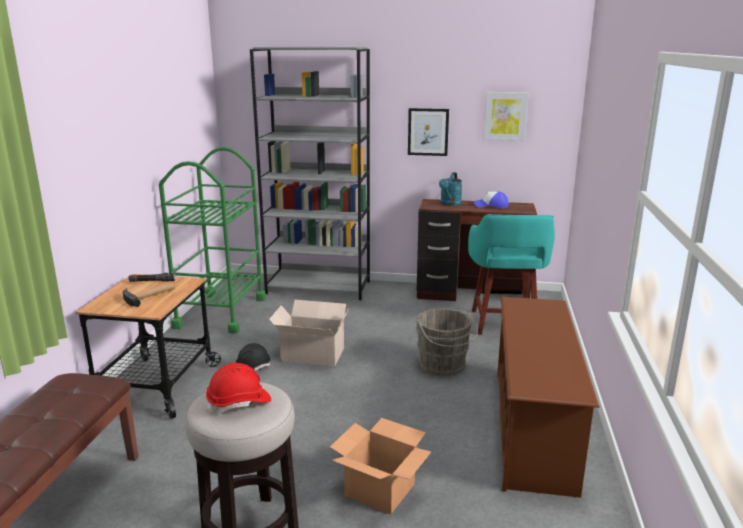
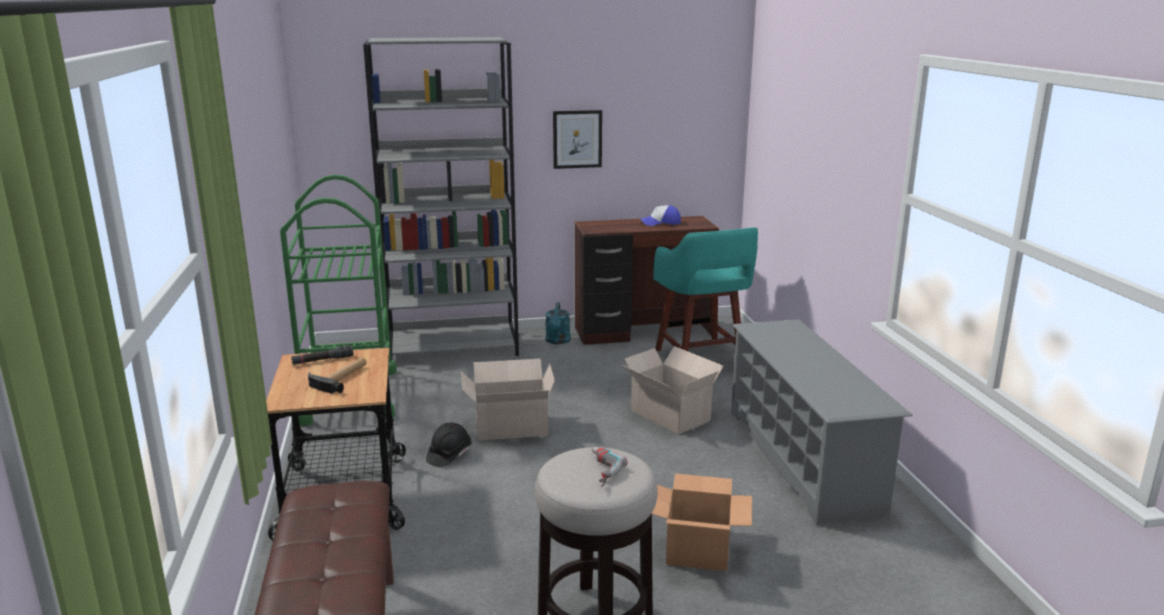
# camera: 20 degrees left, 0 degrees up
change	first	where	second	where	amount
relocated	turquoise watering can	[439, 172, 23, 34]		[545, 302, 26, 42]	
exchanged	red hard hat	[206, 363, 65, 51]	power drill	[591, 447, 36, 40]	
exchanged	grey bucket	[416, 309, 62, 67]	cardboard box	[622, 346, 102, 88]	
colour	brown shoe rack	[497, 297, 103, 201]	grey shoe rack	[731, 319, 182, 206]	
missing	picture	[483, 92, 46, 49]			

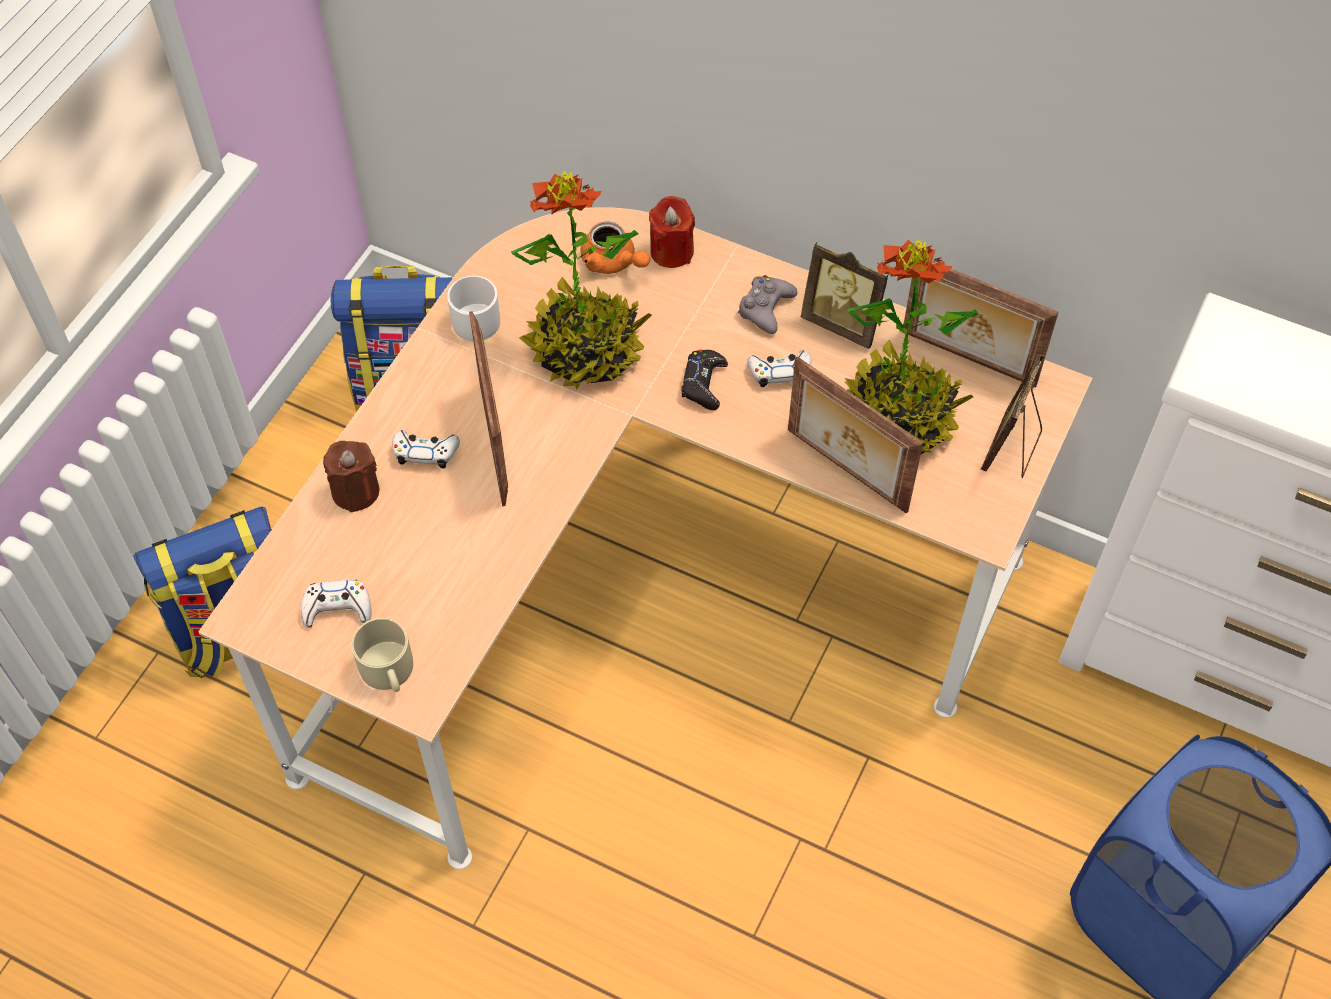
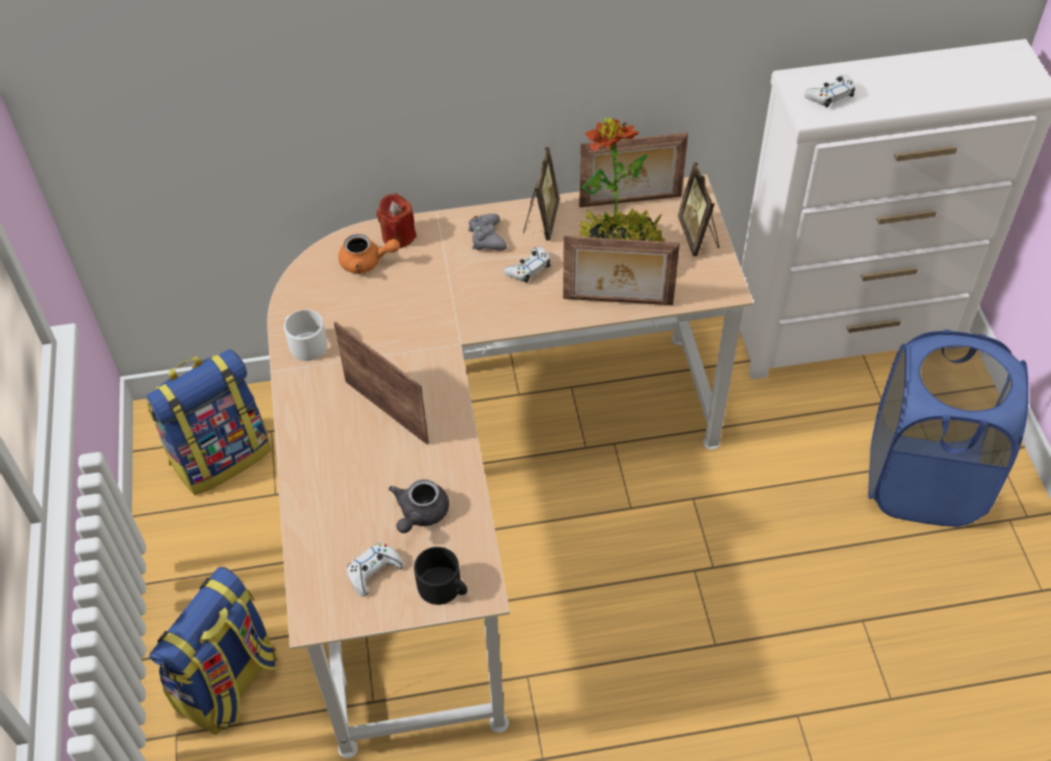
# camera: 35 degrees left, 5 degrees down
change	first	where	second	where	amount
appeared			grey teapot	[389, 479, 60, 54]	
colour	beige mug	[351, 618, 62, 74]	black mug	[414, 547, 54, 58]	
spun	picture frame	[800, 242, 89, 107]		[523, 147, 37, 93]	75 degrees counterclockwise
relocated	white game controller	[392, 430, 68, 39]		[804, 75, 51, 33]	
missing	brown candle	[323, 441, 56, 71]			
missing	potted plant	[511, 171, 141, 220]			
missing	black game controller	[681, 349, 47, 61]			

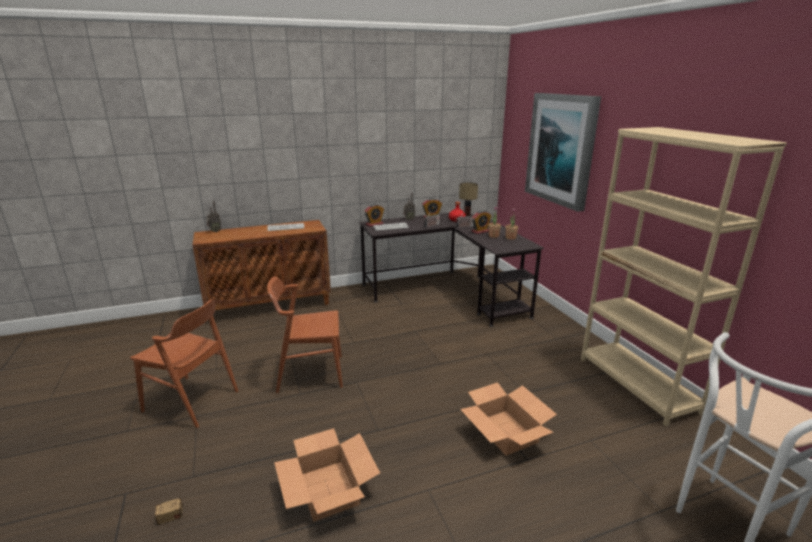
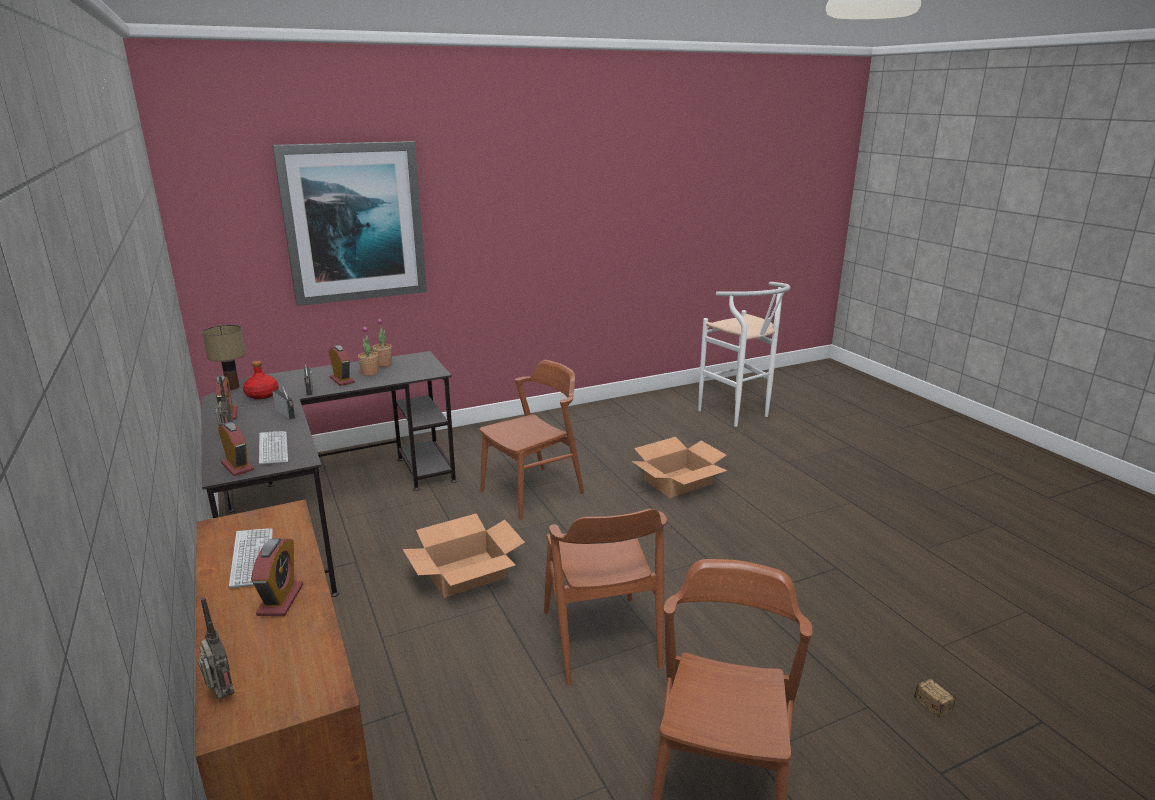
# camera: 95 degrees left, 0 degrees up
change	first	where	second	where	amount
appeared			alarm clock	[251, 538, 52, 78]	
relocated	cardboard box	[274, 428, 106, 94]		[403, 513, 122, 85]	
appeared			brown chair	[479, 360, 105, 160]	
missing	beige bookcase	[581, 127, 206, 299]			

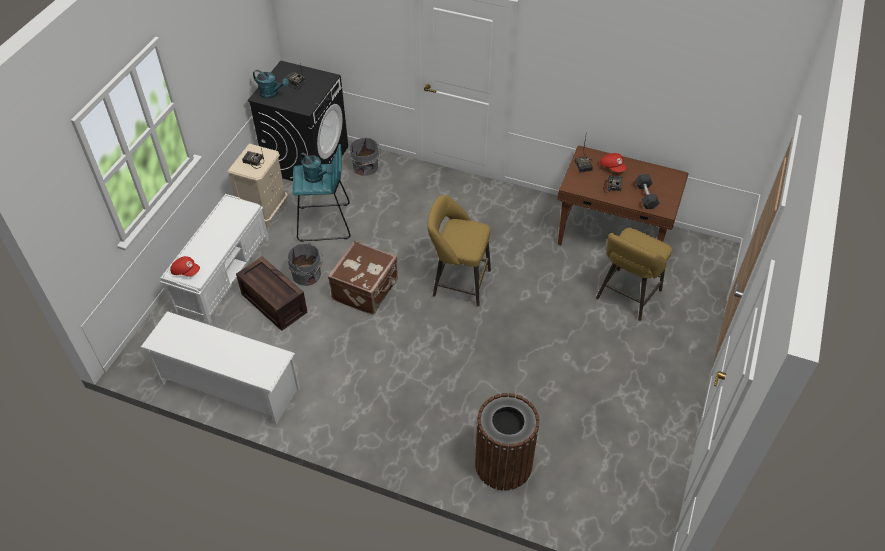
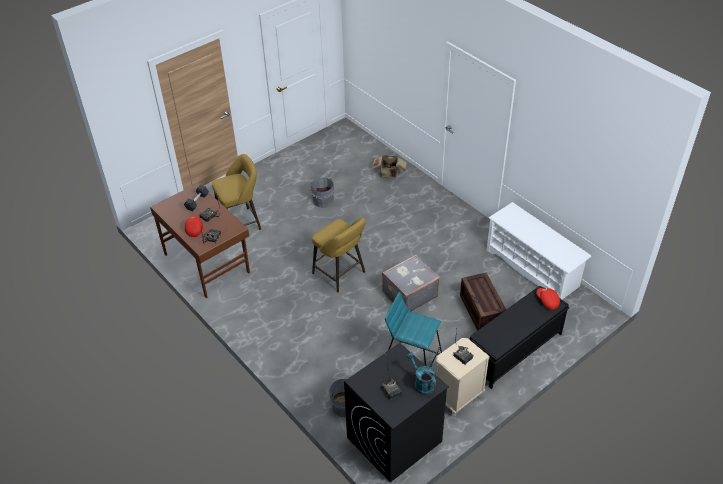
# camera: 150 degrees left, 5 degrees down
change	first	where	second	where	amount
relocated	grey bucket	[288, 243, 35, 43]		[309, 177, 26, 31]	
exchanged	brown trash can	[475, 393, 65, 98]	cardboard box	[372, 155, 35, 23]	
colour	brown suitcase	[328, 241, 70, 74]	grey suitcase	[382, 254, 58, 57]	
colour	white bench	[160, 194, 109, 131]	black bench	[469, 286, 100, 103]	
missing	turquoise watering can	[299, 153, 35, 30]			

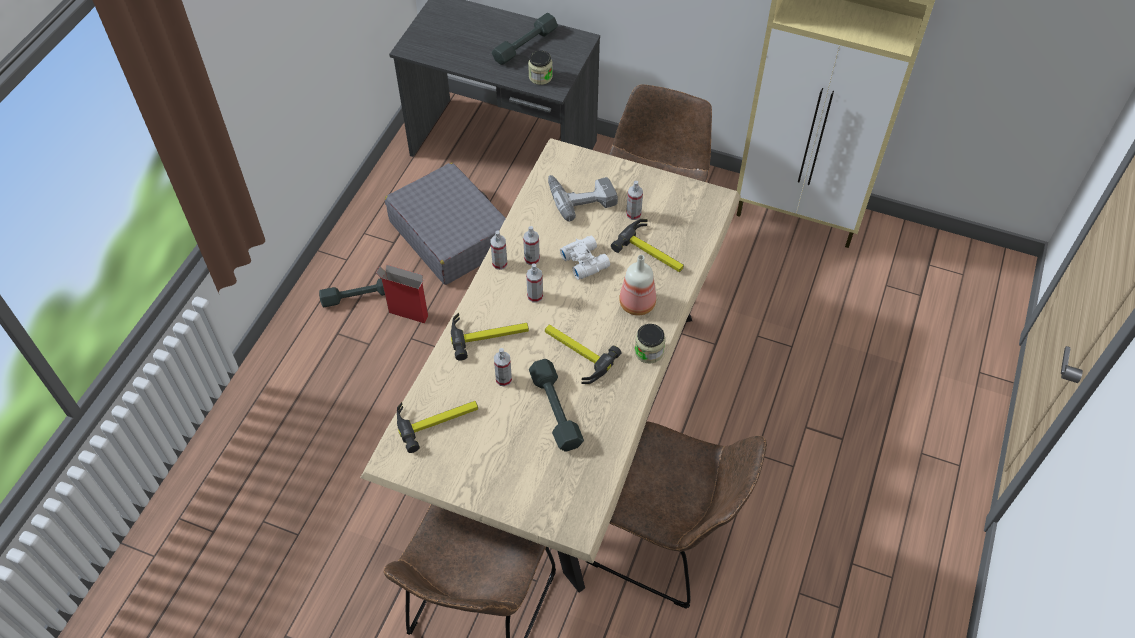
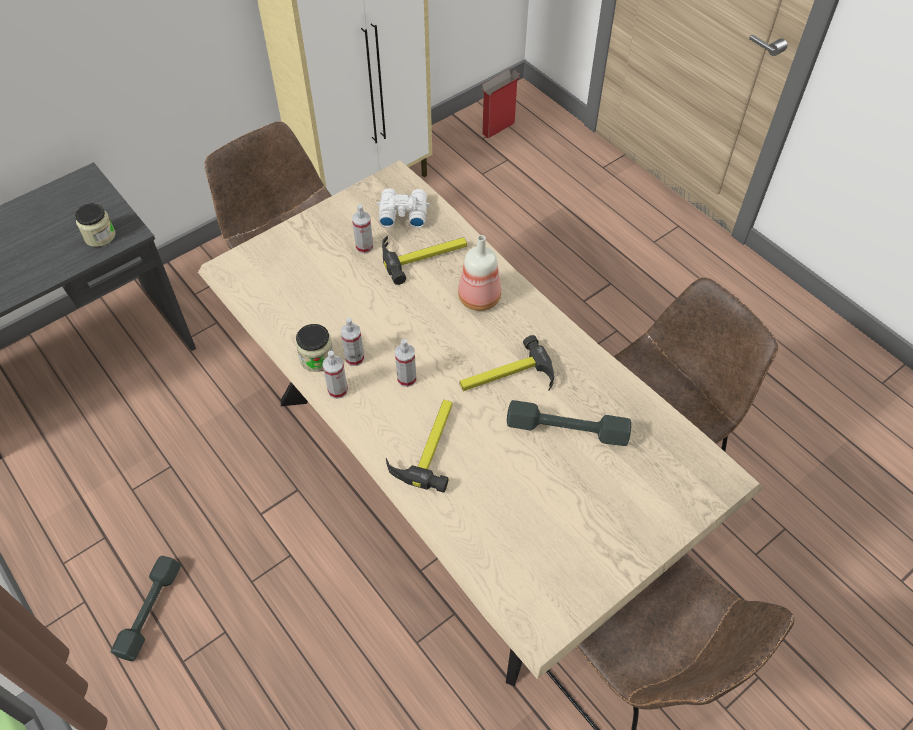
# camera: 60 degrees left, 0 degrees up
change	first	where	second	where	amount
relocated	jar	[635, 324, 30, 39]		[296, 324, 38, 48]	
relocated	white binoculars	[560, 236, 50, 44]		[377, 188, 52, 40]	
relocated	cardboard box	[376, 265, 52, 58]		[480, 70, 40, 69]	
missing	grey suitcase	[385, 162, 121, 123]			
missing	hammer	[397, 401, 81, 52]			
missing	grey dumbbell	[492, 13, 66, 52]			
missing	spray bottle	[494, 348, 18, 39]			
missing	power drill	[548, 175, 70, 47]			

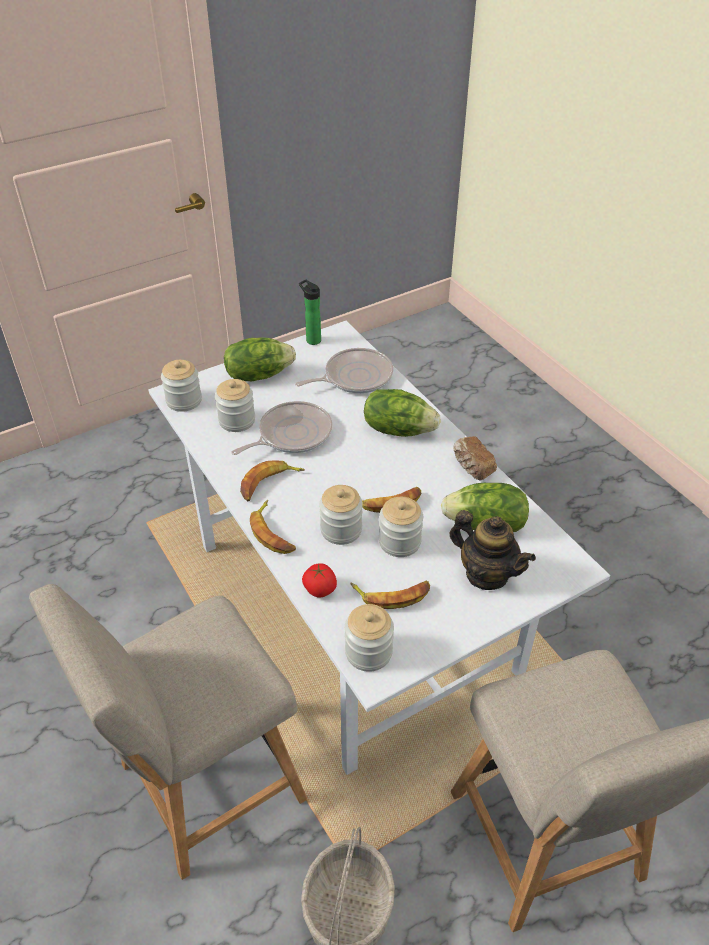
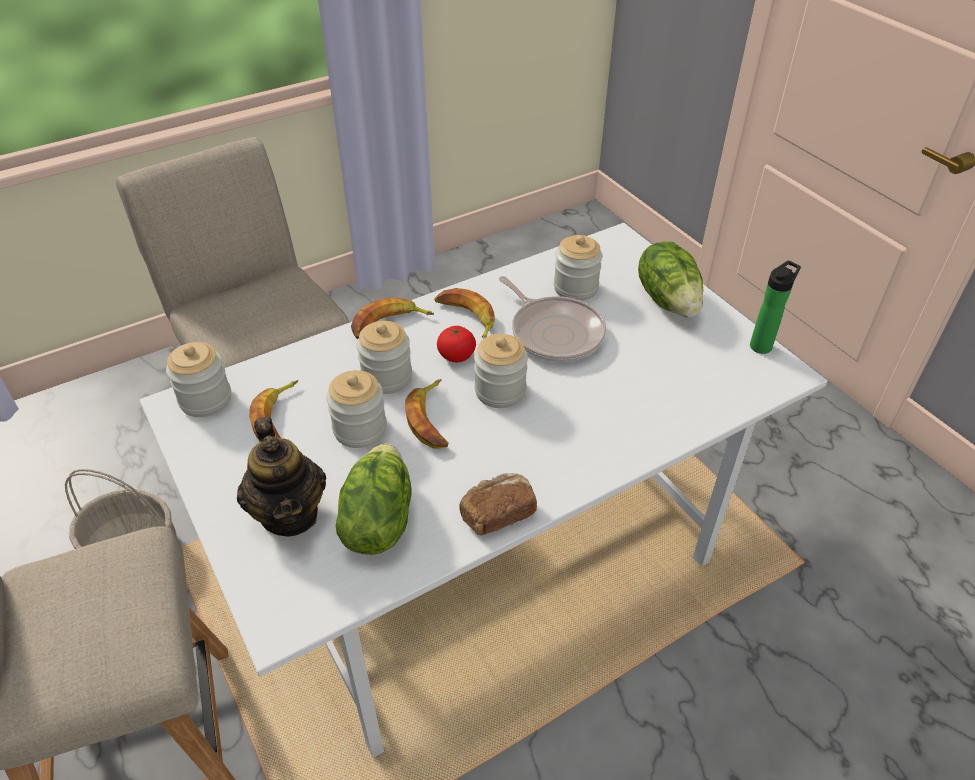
# camera: 90 degrees right, 0 degrees up
change	first	where	second	where	amount
spun	teapot	[449, 510, 87, 80]		[237, 417, 89, 120]	60 degrees counterclockwise
relocated	tomato	[302, 563, 35, 35]		[437, 325, 39, 37]	
relocated	jar	[161, 360, 41, 52]		[474, 334, 54, 74]	
missing	frying pan	[295, 348, 98, 45]			
missing	lettuce	[364, 389, 76, 48]			

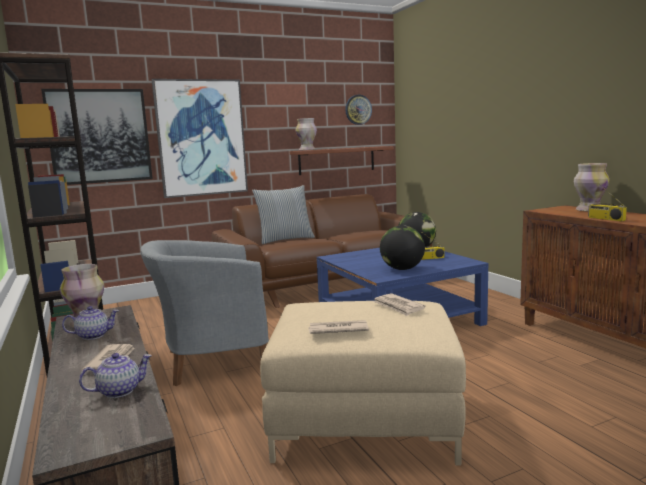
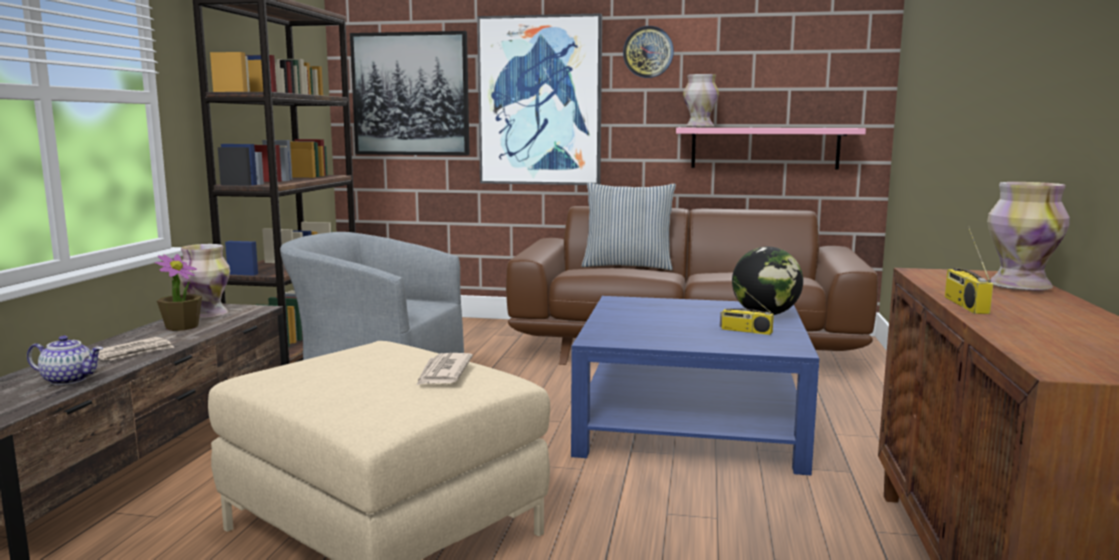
# camera: 35 degrees right, 0 degrees up
change	first	where	second	where	amount
exchanged	teapot	[62, 306, 57, 34]	potted plant	[155, 254, 47, 77]	
relocated	wall clock	[345, 95, 27, 30]		[623, 26, 51, 52]	
colour	brown shelf	[290, 146, 104, 29]	pink shelf	[676, 128, 190, 41]	
missing	newspaper	[308, 320, 61, 14]			
missing	globe	[380, 225, 45, 45]			

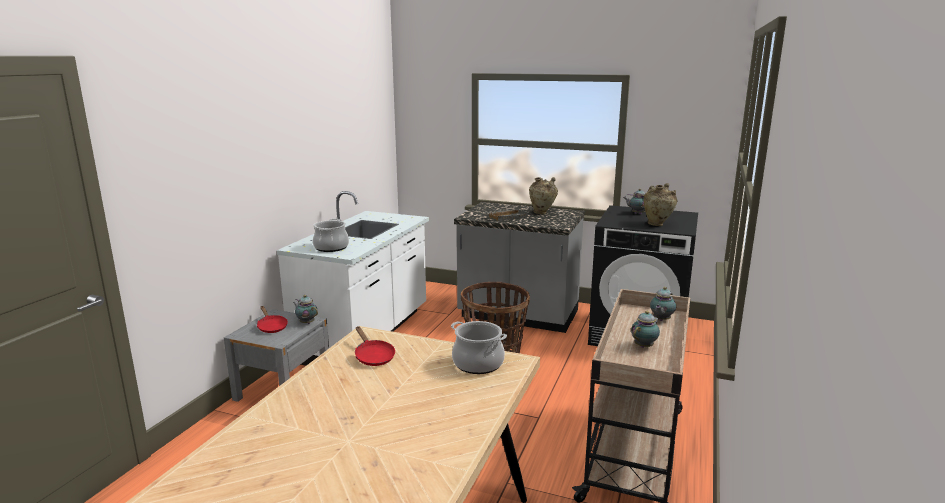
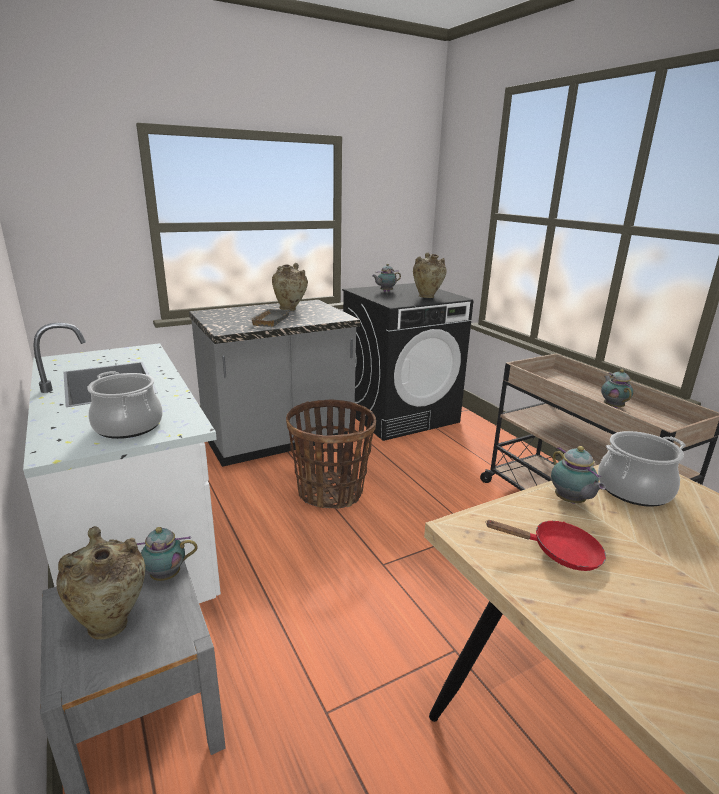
# camera: 50 degrees left, 5 degrees up
change	first	where	second	where	amount
exchanged	red frying pan	[257, 306, 31, 27]	beige vase	[56, 526, 89, 114]	
relocated	teapot	[650, 287, 26, 34]		[551, 446, 55, 58]	

